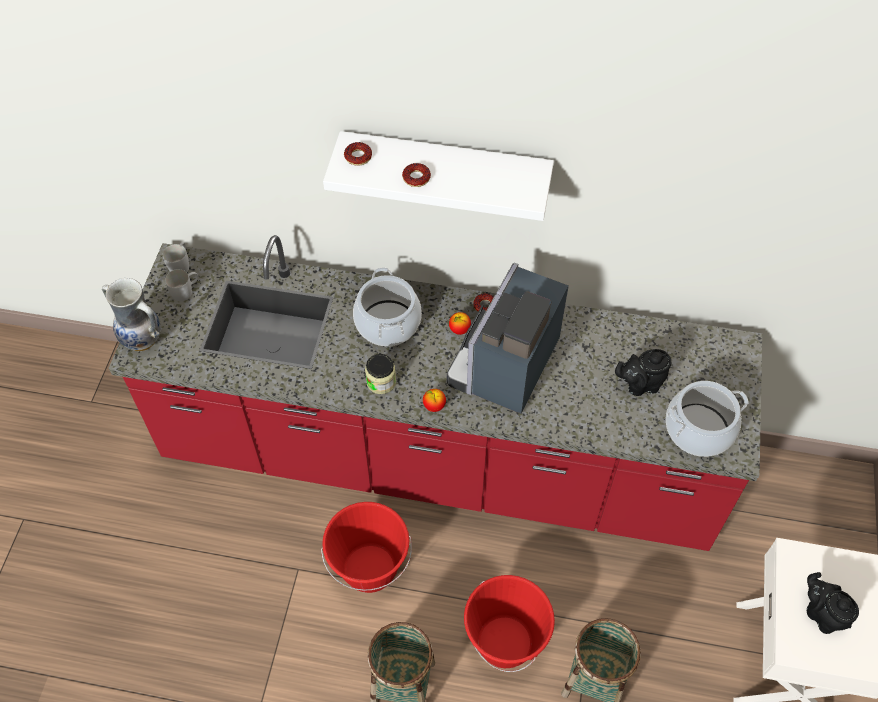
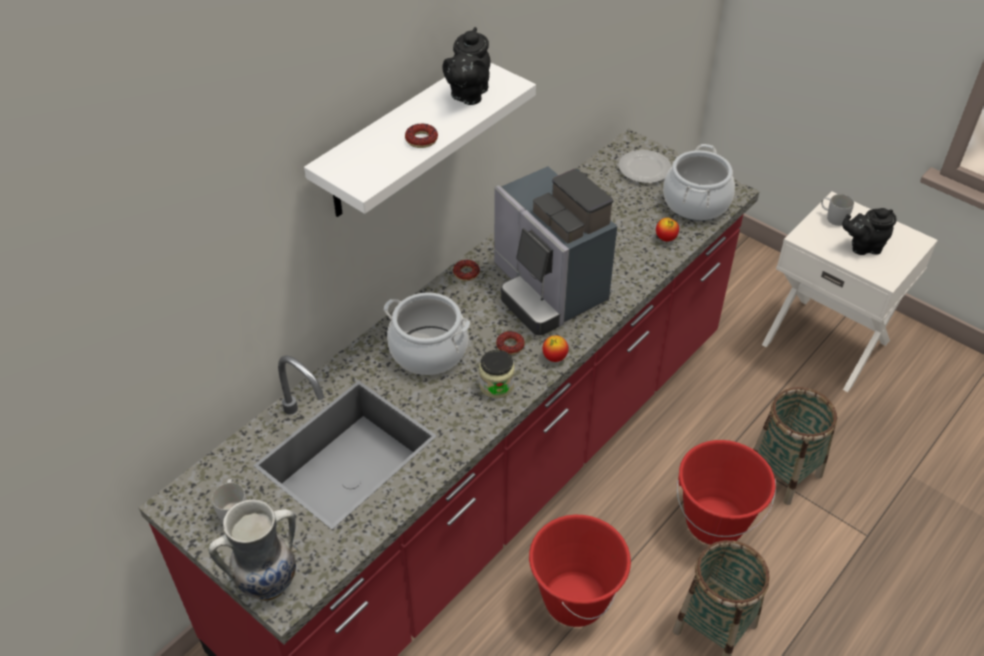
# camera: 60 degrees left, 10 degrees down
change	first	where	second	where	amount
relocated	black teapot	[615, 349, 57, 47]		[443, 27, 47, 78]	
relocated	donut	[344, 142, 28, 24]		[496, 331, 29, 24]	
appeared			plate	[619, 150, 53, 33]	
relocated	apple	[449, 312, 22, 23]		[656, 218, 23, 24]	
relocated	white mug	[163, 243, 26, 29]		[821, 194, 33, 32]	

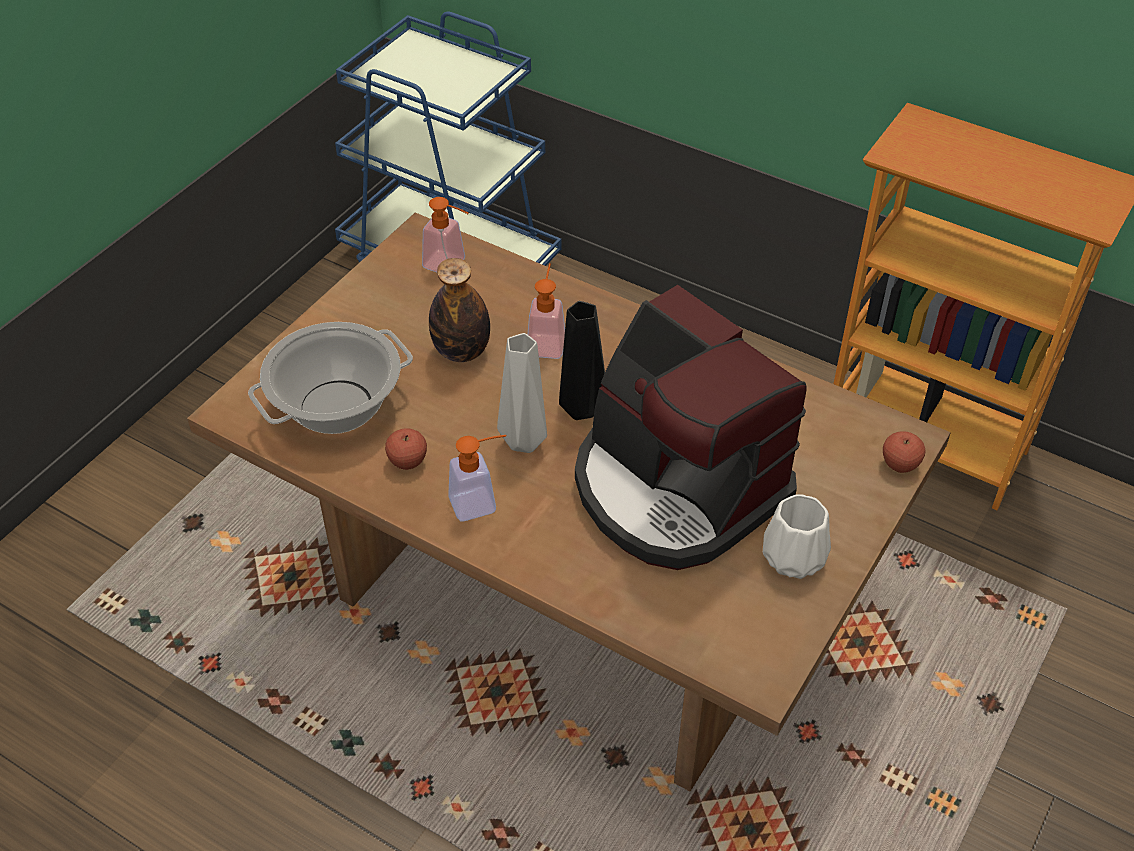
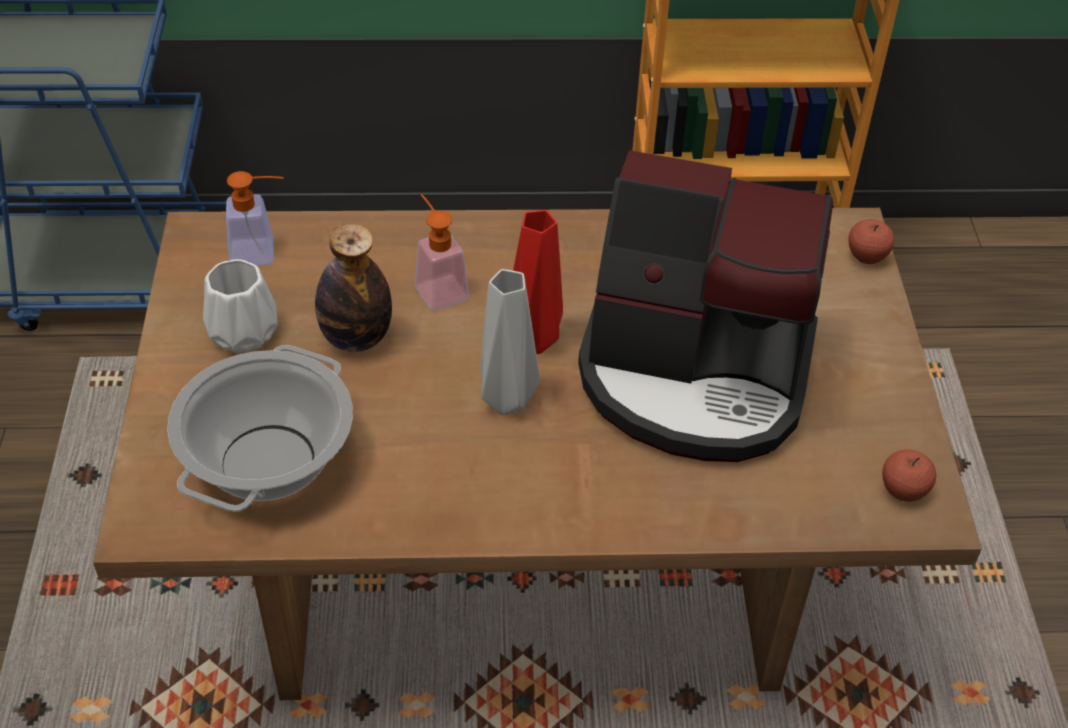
# camera: 35 degrees left, 0 degrees up
change	first	where	second	where	amount
relocated	white vase	[762, 494, 69, 85]		[203, 259, 74, 94]	
colour	black vase	[559, 301, 46, 119]	red vase	[513, 210, 50, 144]	
relocated	apple	[385, 428, 42, 42]		[882, 450, 54, 52]	
missing	soap dispenser	[448, 435, 58, 86]			

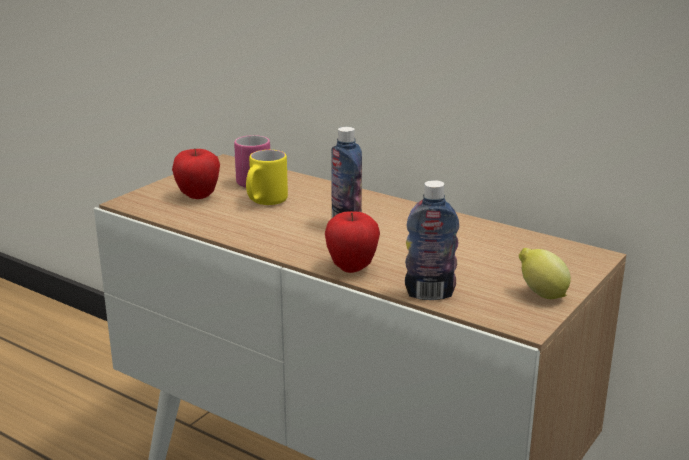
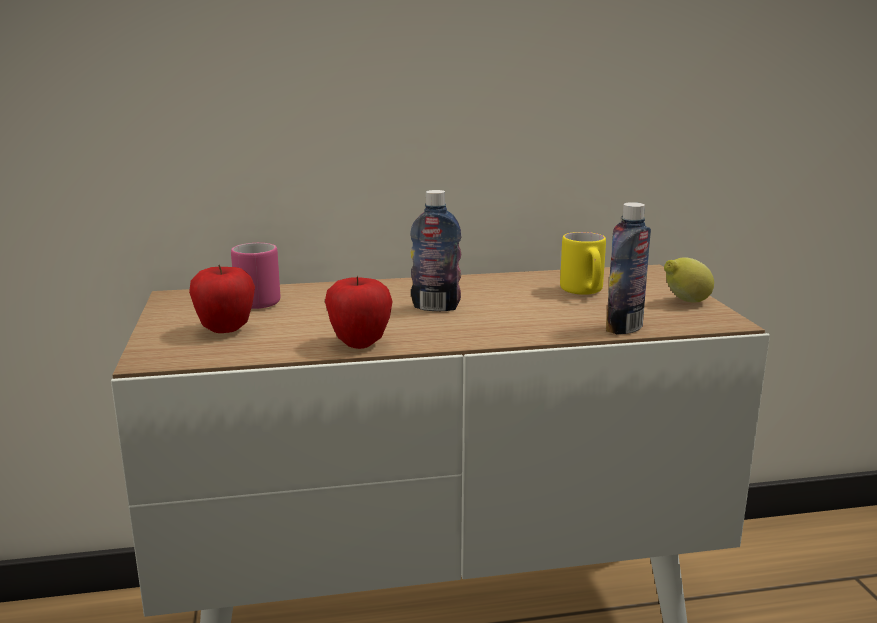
# camera: 45 degrees left, 5 degrees down
change	first	where	second	where	amount
relocated	apple	[325, 211, 55, 62]		[325, 276, 68, 73]	
relocated	yellow mug	[246, 150, 42, 55]		[560, 232, 46, 63]	

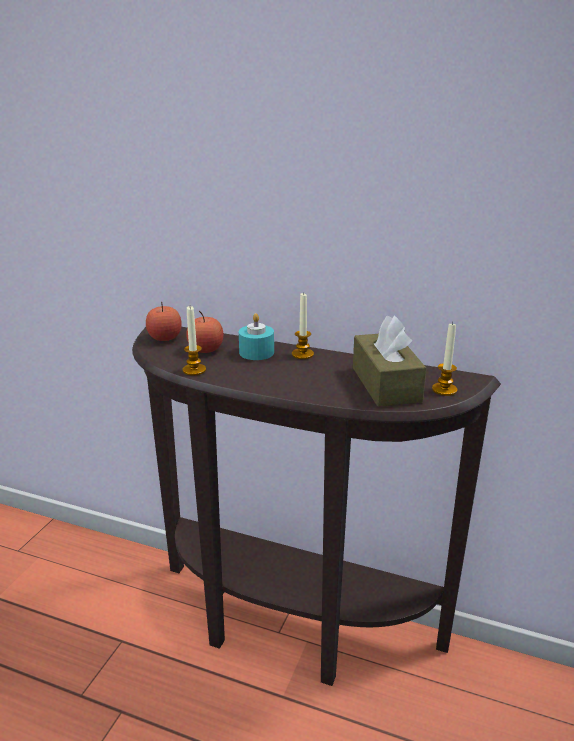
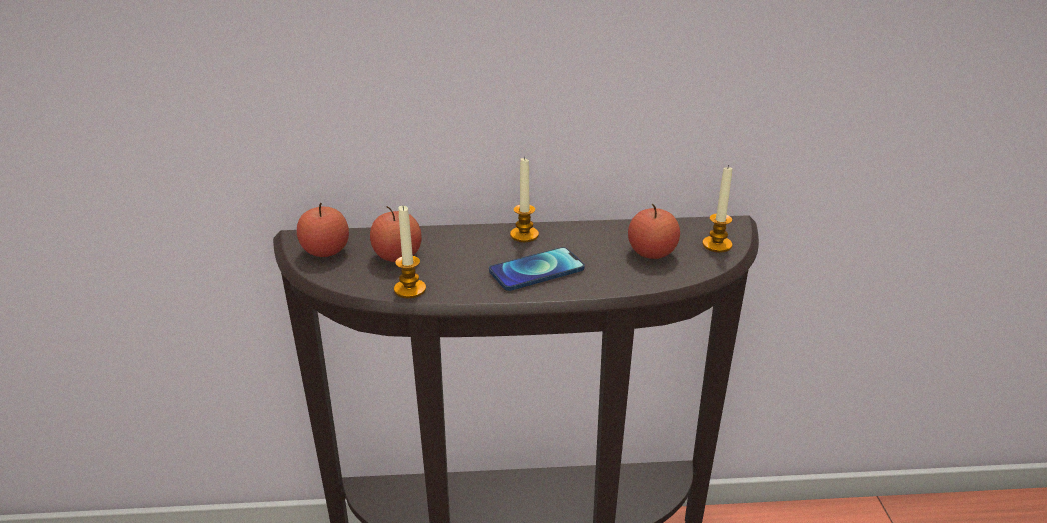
# camera: 25 degrees left, 5 degrees up
change	first	where	second	where	amount
appeared			phone	[489, 247, 96, 44]	
exchanged	brown tissue box	[353, 316, 74, 91]	apple	[628, 204, 52, 55]	
missing	turquoise candle	[239, 313, 35, 47]			

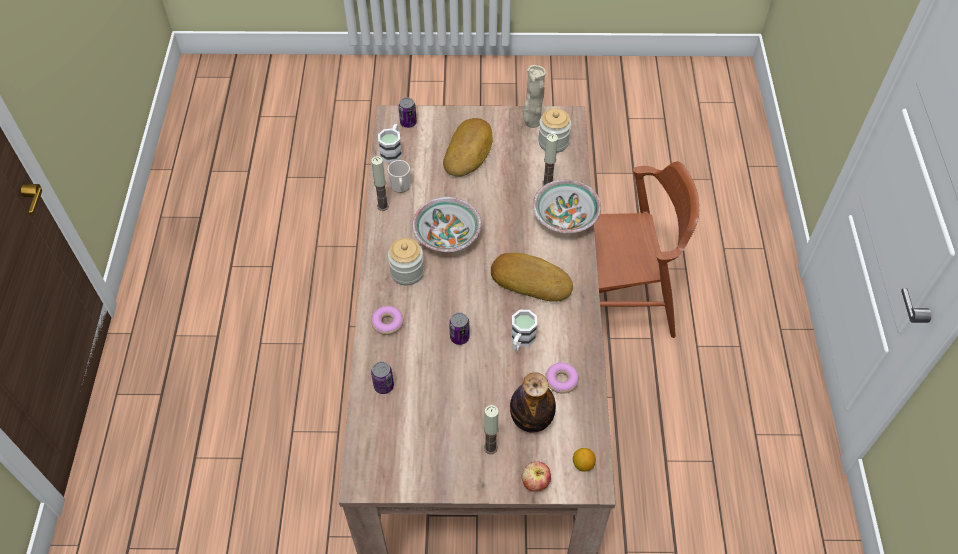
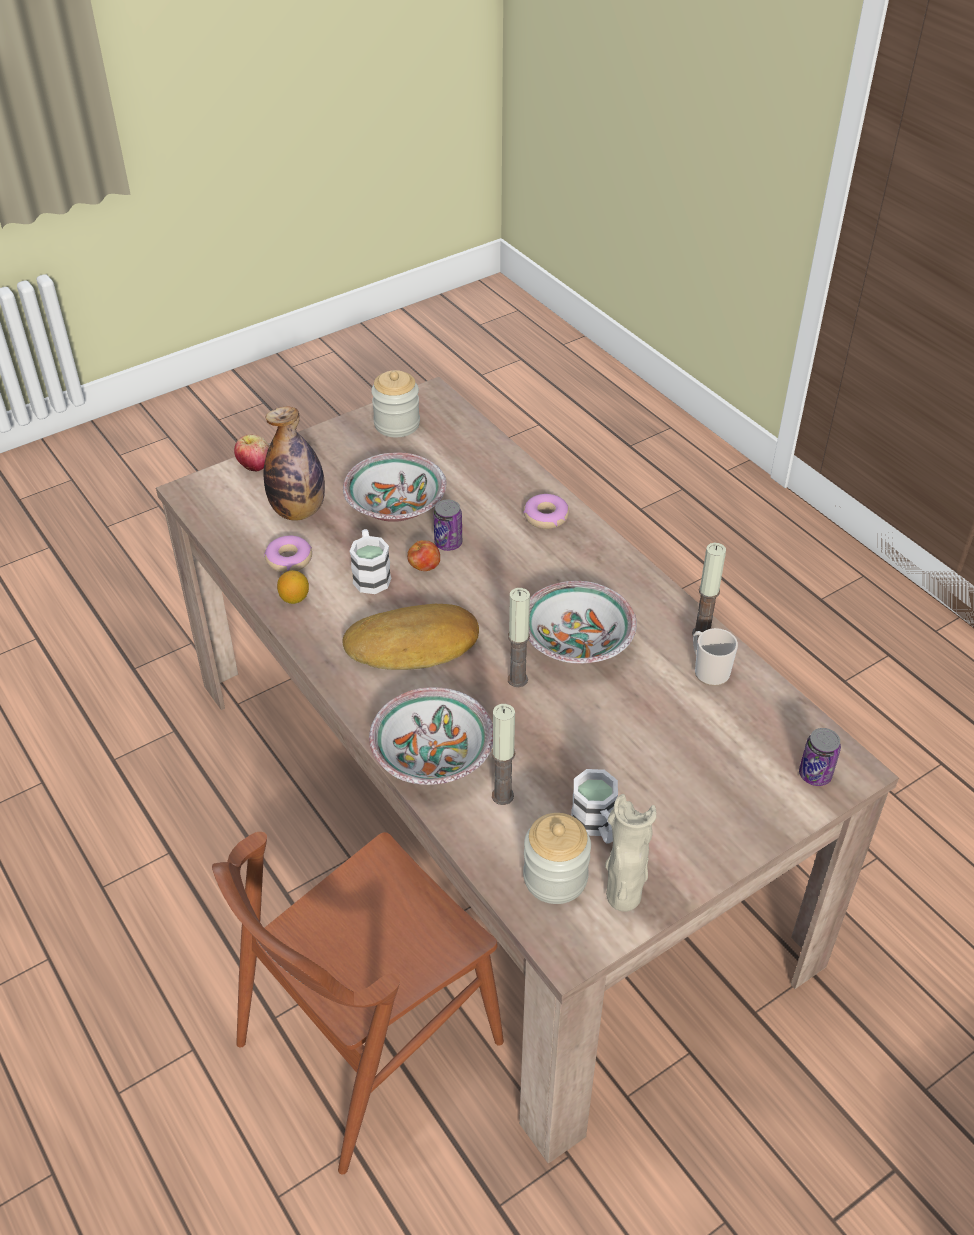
# camera: 145 degrees right, 10 degrees down
change	first	where	second	where	amount
relocated	lemon	[573, 448, 23, 24]		[277, 570, 32, 34]	
appeared			bowl	[343, 453, 103, 69]	
relocated	jar	[388, 238, 36, 48]		[371, 370, 49, 67]	
appeared			apple	[407, 540, 33, 31]	
relocated	candle	[484, 405, 15, 49]		[508, 588, 22, 99]	
relocated	white mug	[378, 124, 24, 39]		[571, 769, 47, 75]	
missing	can	[371, 361, 23, 33]			
missing	bread	[443, 118, 50, 59]			

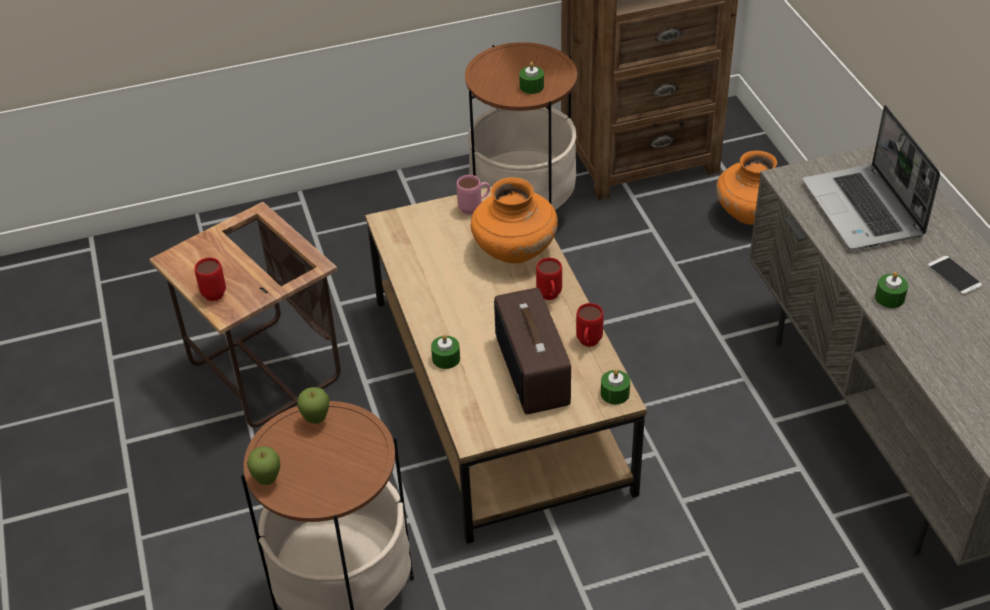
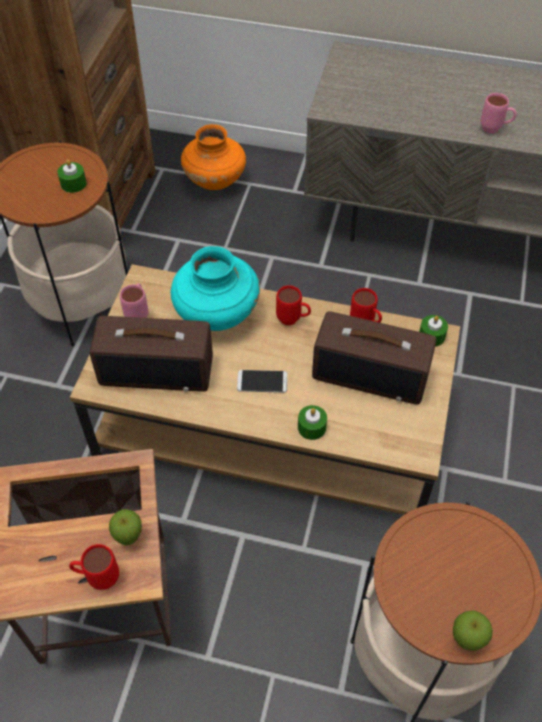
# camera: 60 degrees left, 10 degrees up
change	first	where	second	where	amount
appeared			radio	[90, 316, 123, 76]	
relocated	apple	[297, 387, 32, 37]		[109, 509, 33, 37]	
colour	orange vase	[471, 177, 87, 86]	turquoise vase	[171, 246, 89, 85]	
relocated	phone	[928, 256, 54, 39]		[237, 370, 51, 23]	
exchanged	green candle	[875, 272, 33, 36]	pink mug	[480, 93, 36, 40]	
missing	laptop	[803, 105, 137, 145]			

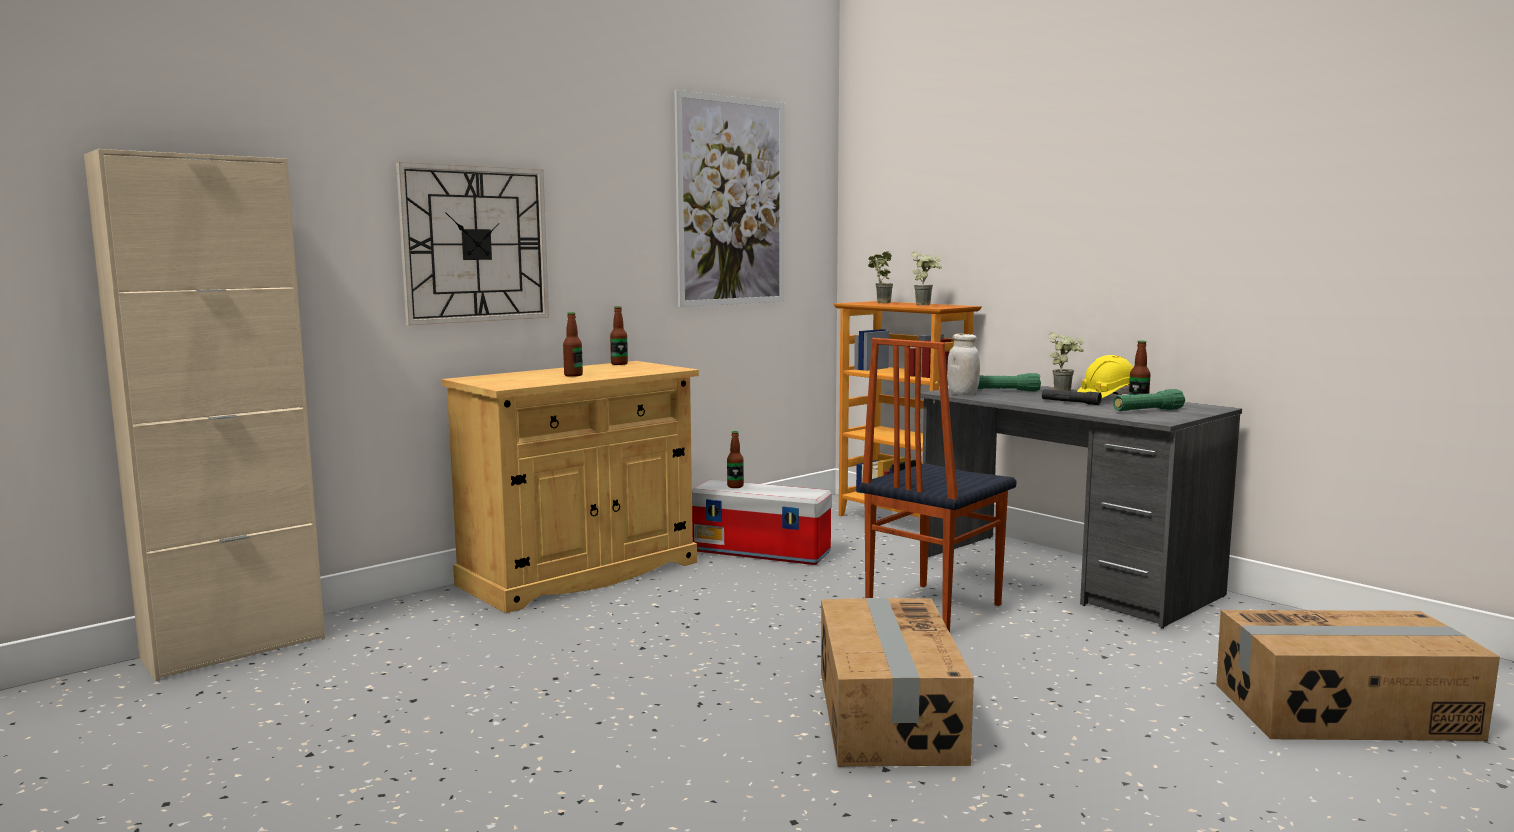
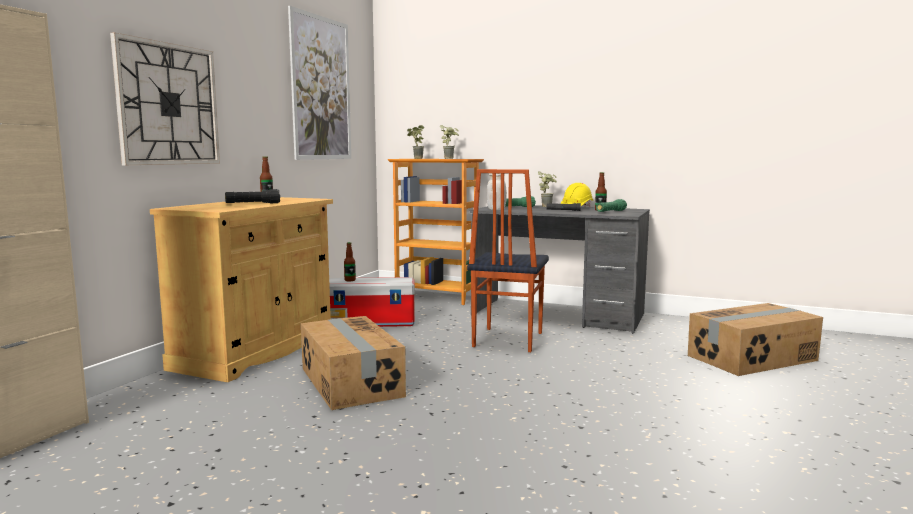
# camera: 25 degrees left, 0 degrees up
change	first	where	second	where	amount
exchanged	bottle	[563, 312, 20, 65]	black flashlight	[225, 189, 55, 14]	
relocated	cardboard box	[821, 598, 153, 169]		[301, 316, 105, 94]	

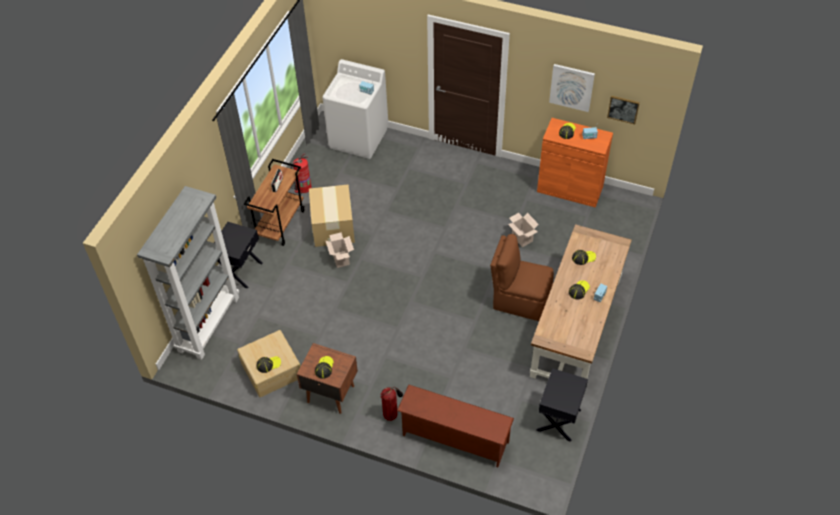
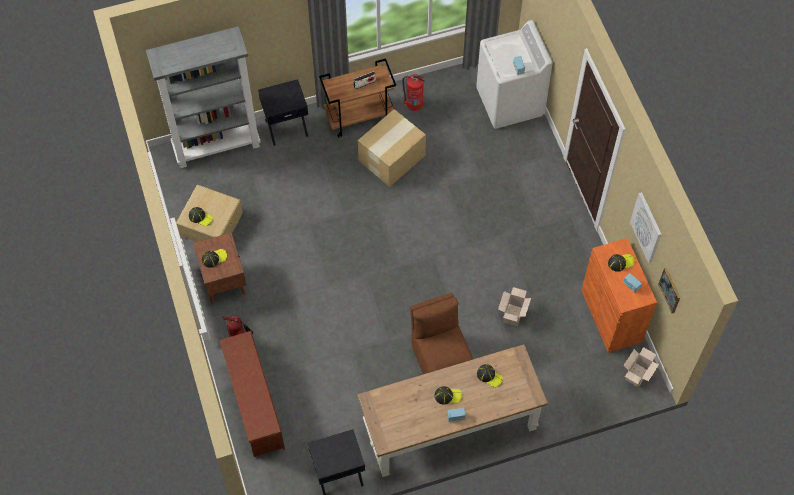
# camera: 50 degrees right, 10 degrees up
change	first	where	second	where	amount
relocated	cardboard box	[326, 232, 28, 36]		[623, 347, 36, 40]	

